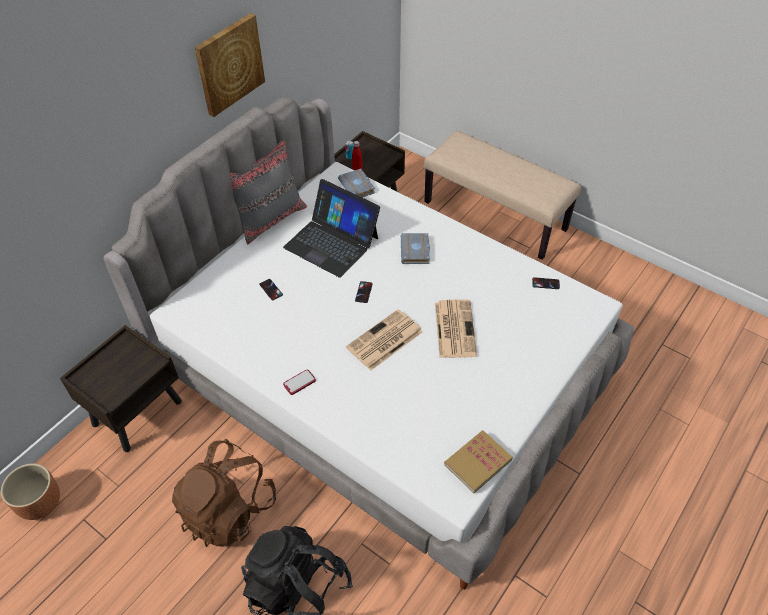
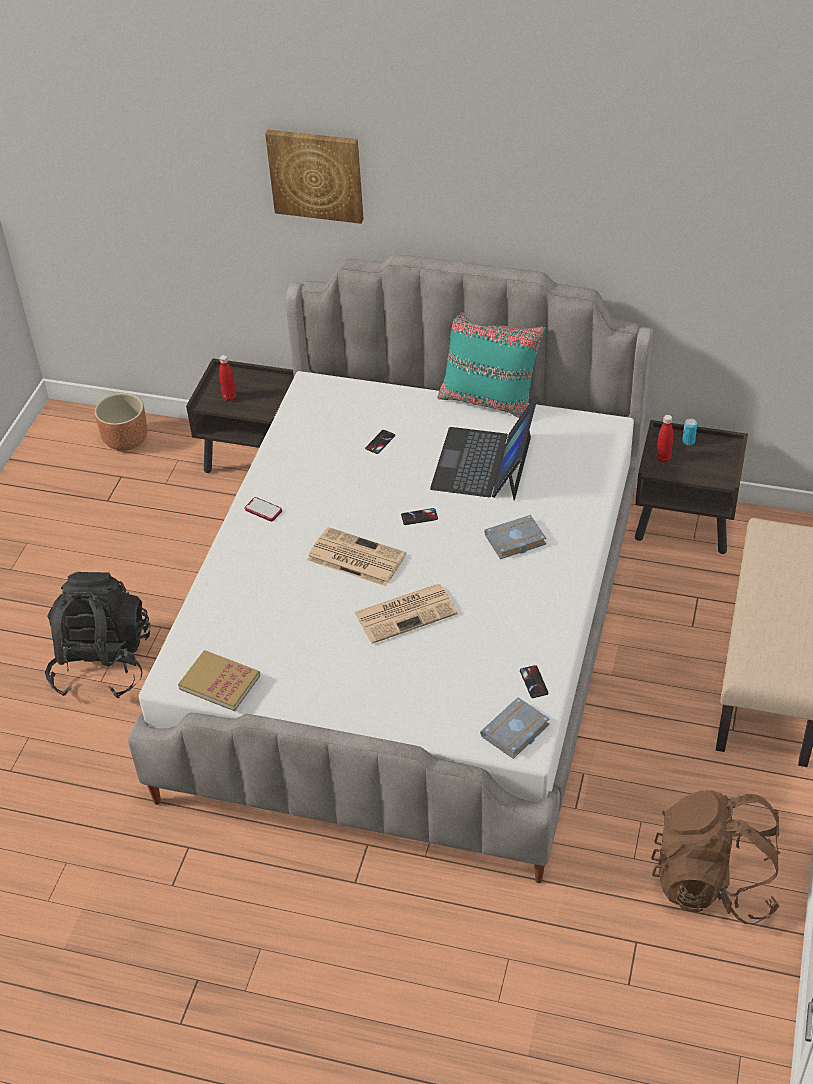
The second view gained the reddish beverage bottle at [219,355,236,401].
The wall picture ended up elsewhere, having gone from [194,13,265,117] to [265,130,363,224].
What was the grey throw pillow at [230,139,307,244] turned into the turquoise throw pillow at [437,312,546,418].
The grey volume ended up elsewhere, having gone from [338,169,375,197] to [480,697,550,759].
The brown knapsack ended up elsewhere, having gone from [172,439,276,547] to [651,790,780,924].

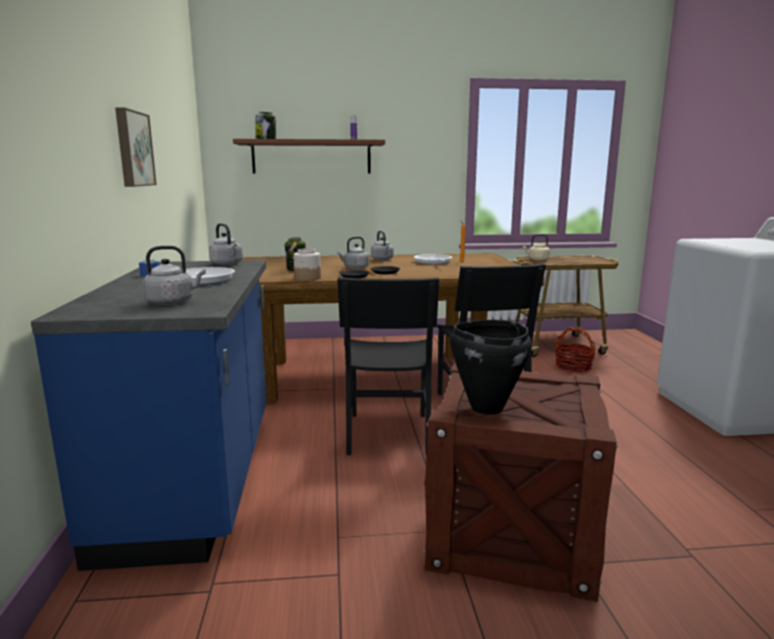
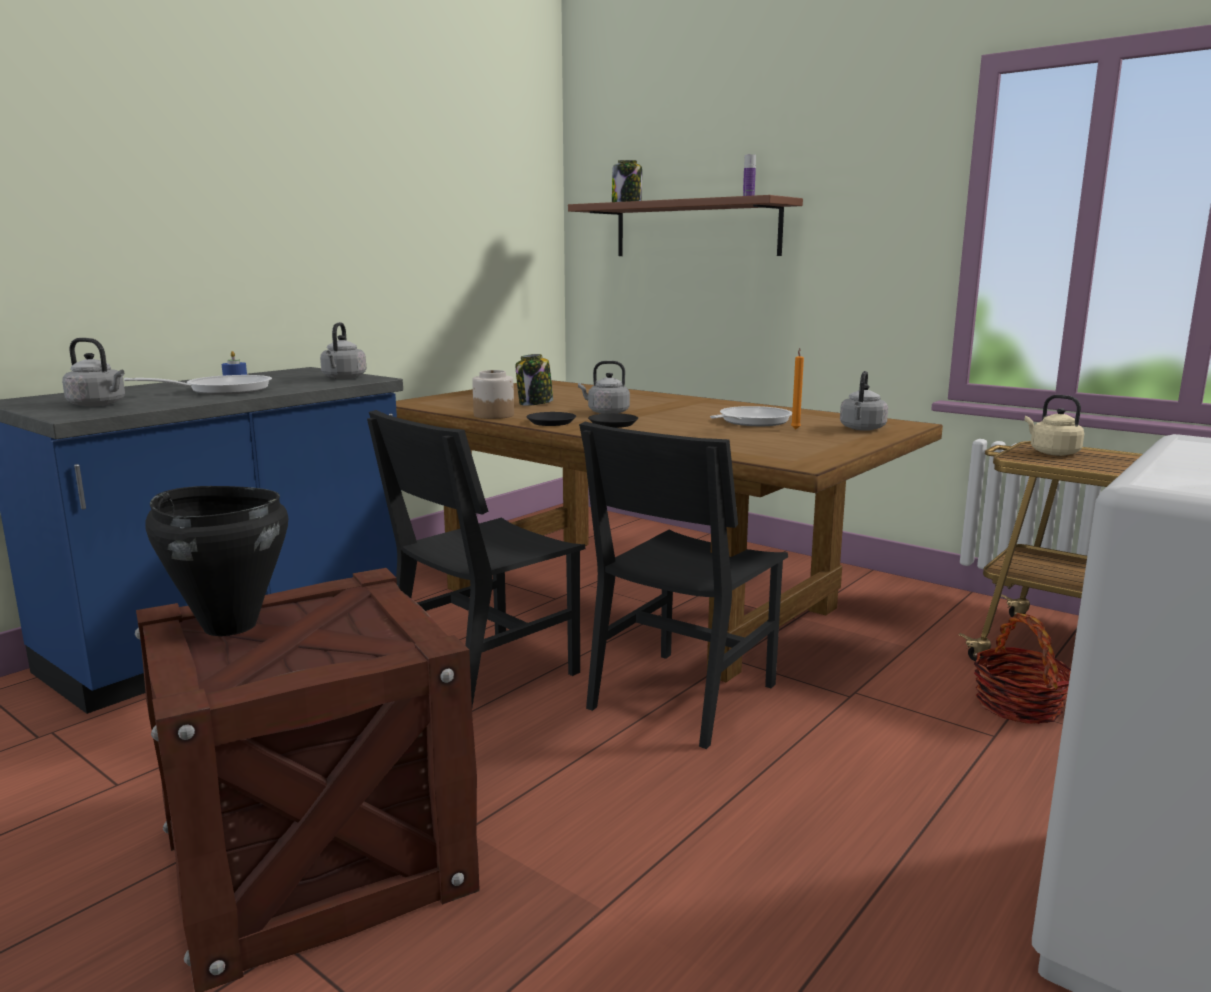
The grey water kettle ended up elsewhere, having gone from [371,231,394,260] to [840,371,888,431].
The second view lost the wall picture at [115,107,157,187].

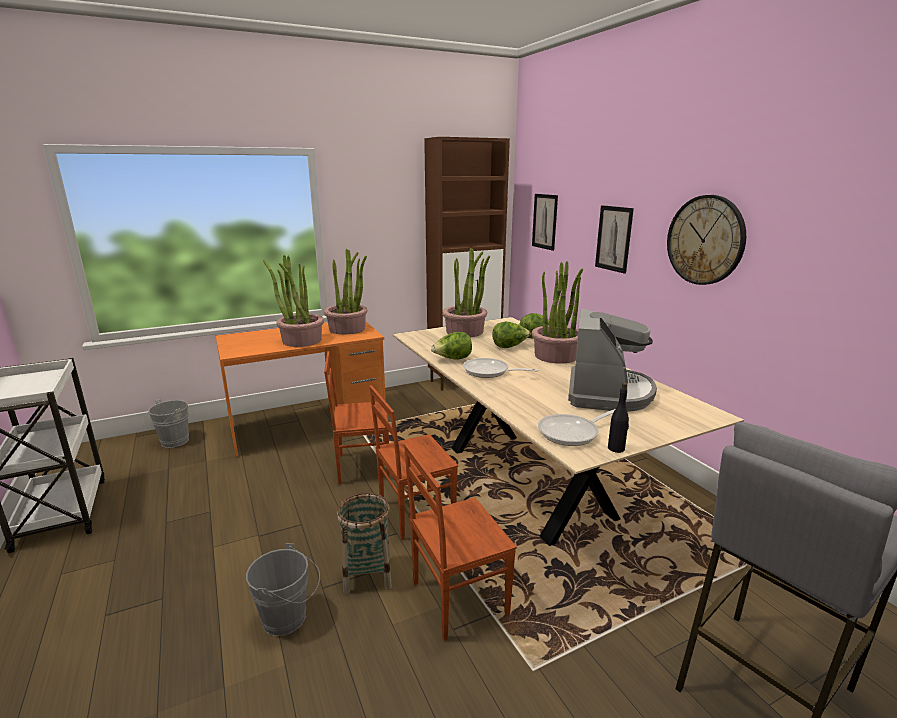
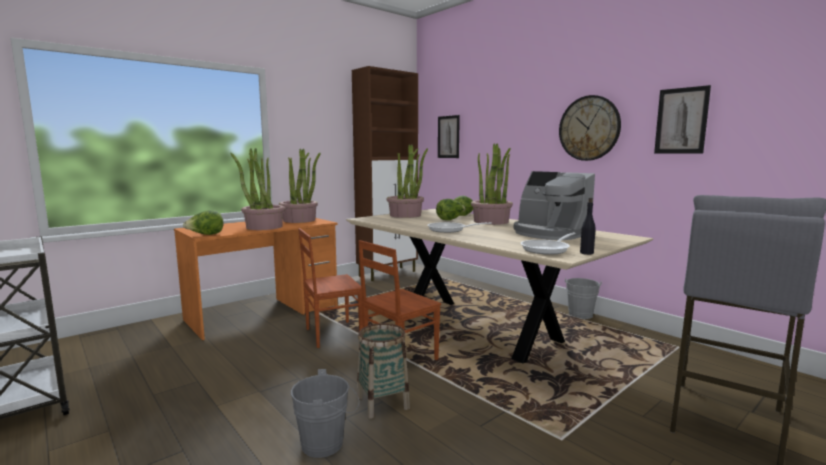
The head of lettuce ended up elsewhere, having gone from [431,332,472,360] to [183,210,224,235].
The coffee maker at [568,308,657,412] ended up facing another way, 135 degrees clockwise from before.
The grey pail ended up elsewhere, having gone from [143,399,189,448] to [565,277,602,319].
The wall picture ended up elsewhere, having gone from [595,205,634,274] to [654,85,711,154].
The second view lost the brown upright chair at [404,443,517,641].

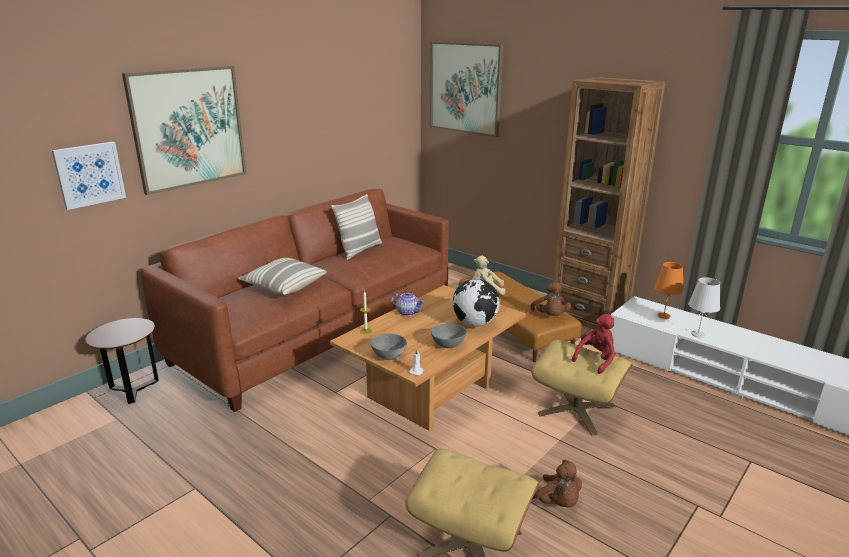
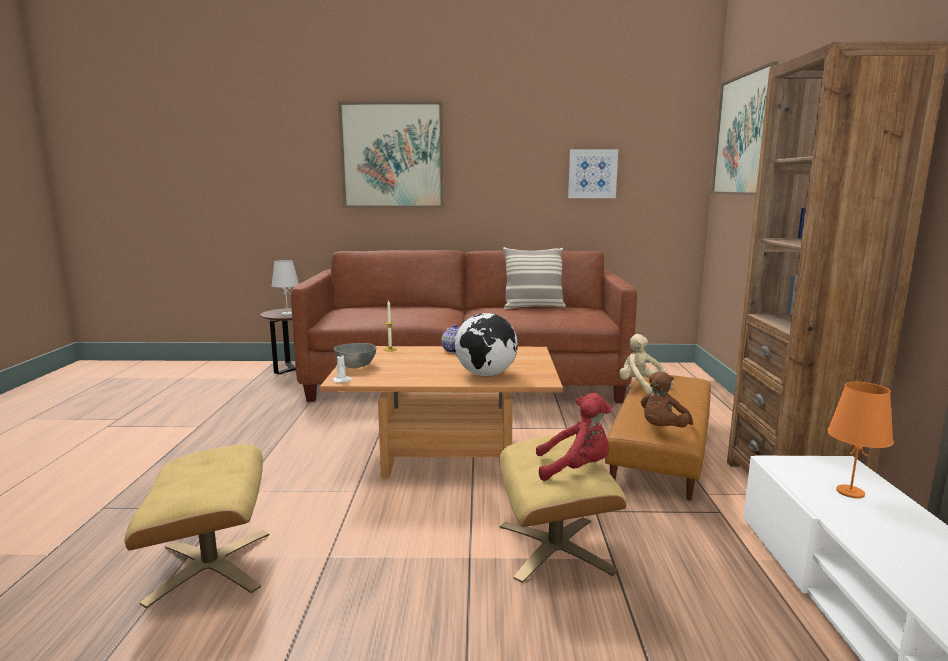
The white tabletop lamp ended up elsewhere, having gone from [688,277,720,338] to [271,260,299,315].
The wall picture ended up elsewhere, having gone from [52,142,126,210] to [568,149,618,198].
The second view lost the throw pillow at [238,258,327,295].
The second view lost the grey serving bowl at [431,323,467,348].
The second view lost the brown soft toy at [533,460,582,507].

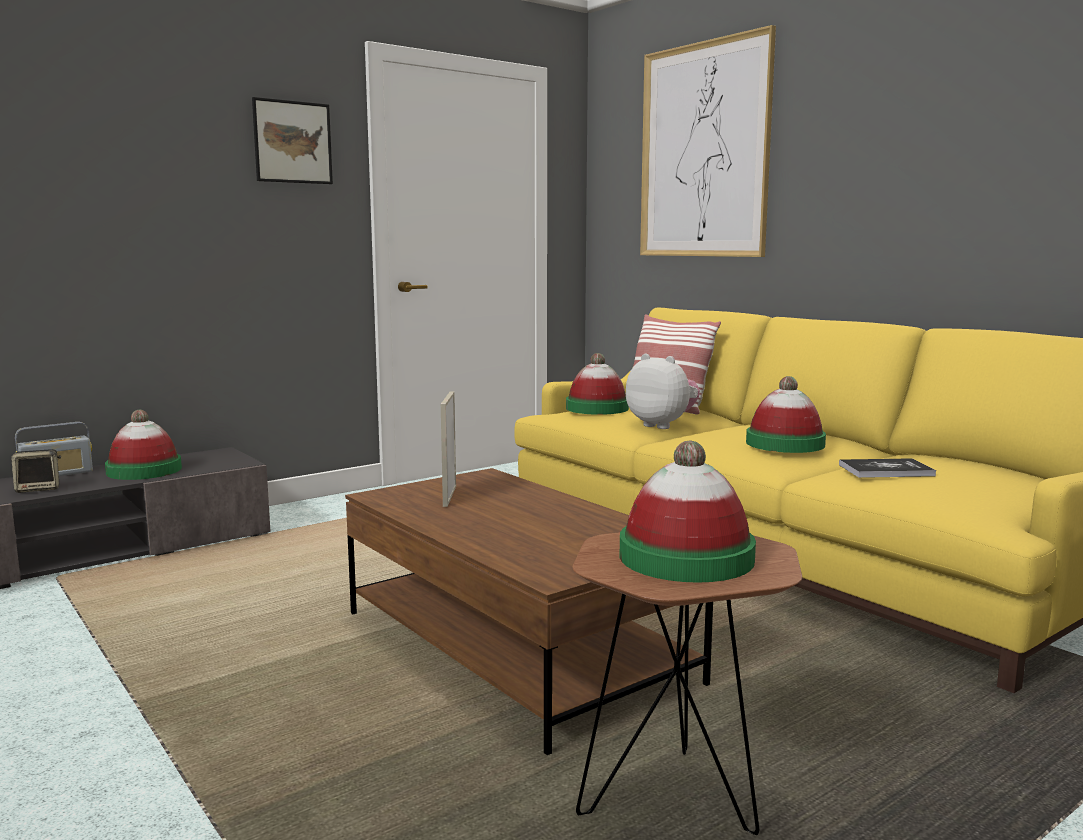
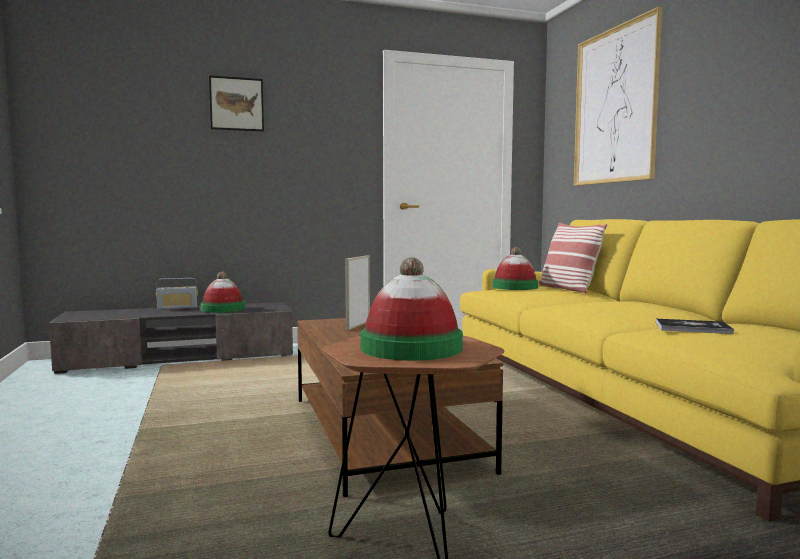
The wall picture ended up elsewhere, having gone from [252,97,333,184] to [209,75,264,131].
The second view lost the audio speaker at [11,449,61,493].
The second view lost the soft toy at [626,354,700,429].
The second view lost the wearable hat at [746,376,826,453].

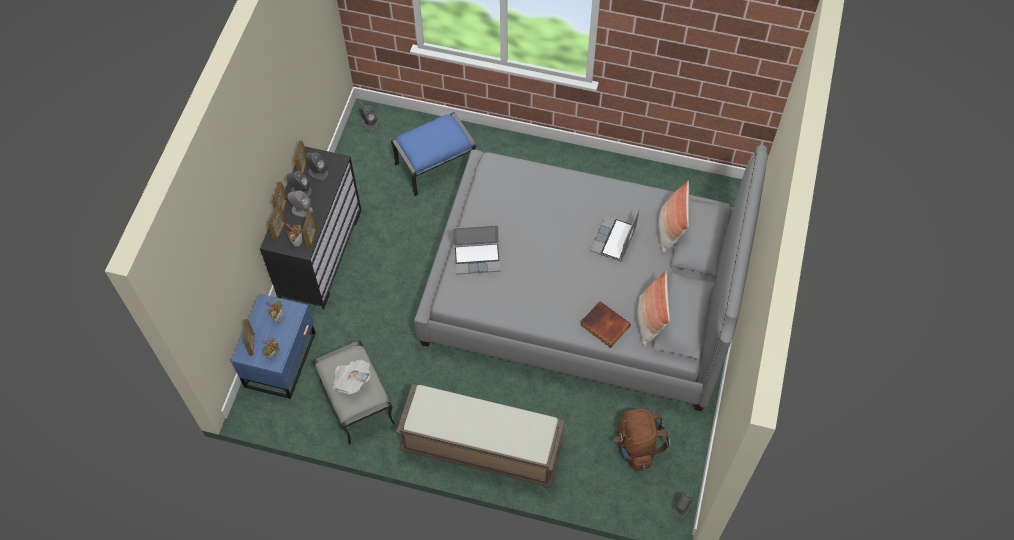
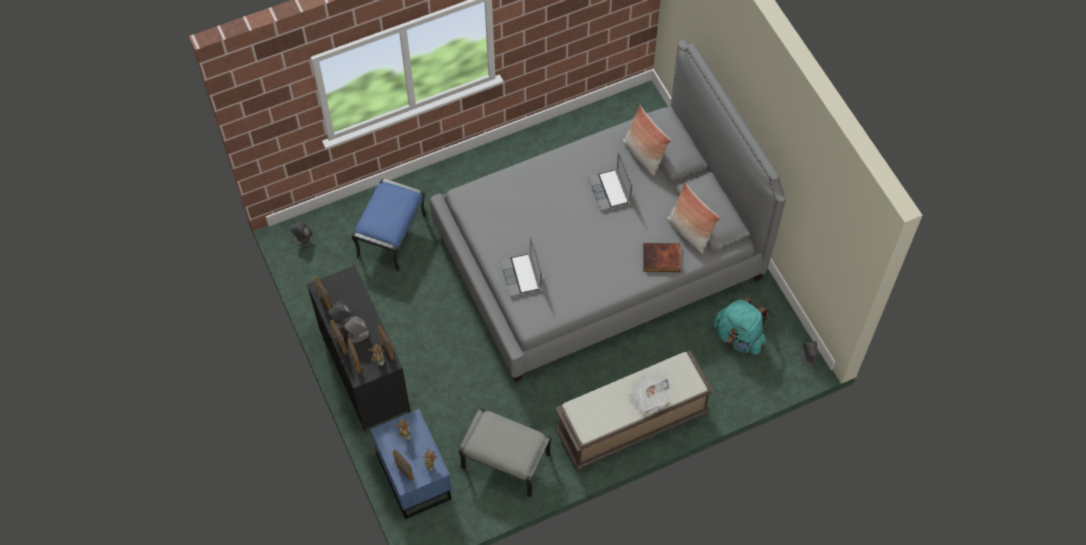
The portable computer at [453,225,501,275] ended up facing another way, 120 degrees clockwise from before.
The daily paper ended up elsewhere, having gone from [333,359,370,394] to [627,373,671,414].
What was the brown knapsack at [614,409,670,471] turned into the turquoise knapsack at [713,297,768,355].
The second view lost the grey audio speaker at [305,153,328,180].

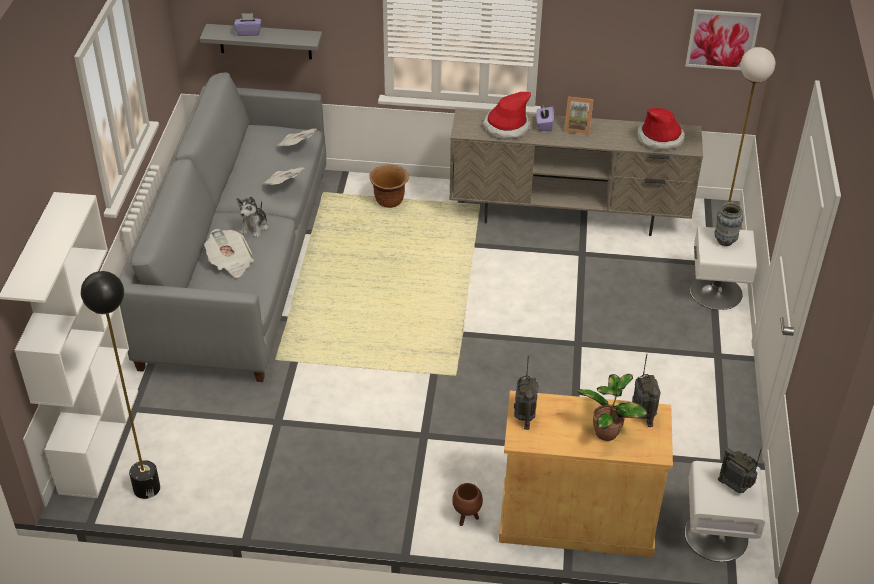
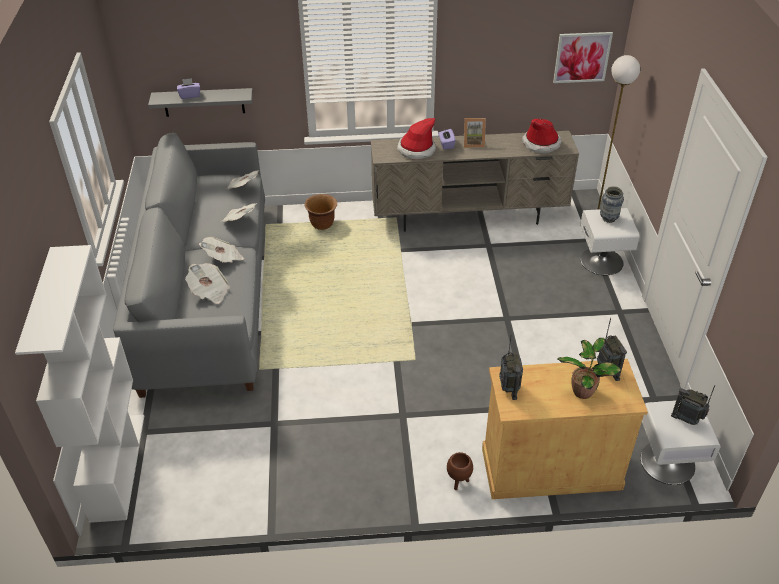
Where the soft toy stood at [236,196,269,238], the daily paper came to stand at [199,237,244,263].
The second view lost the blackish standard lamp at [81,271,160,499].

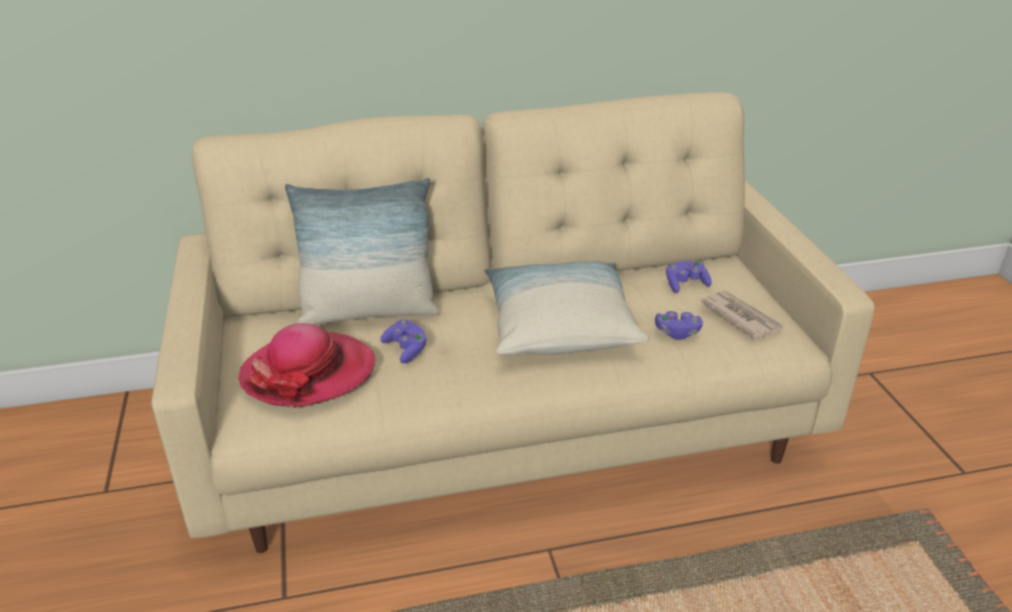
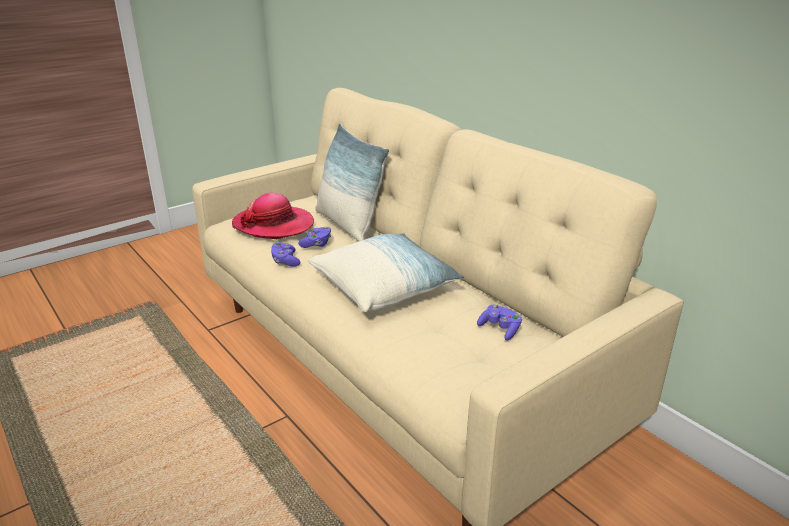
The purple-coloured joypad ended up elsewhere, having gone from [655,311,703,340] to [271,242,300,267].
The second view lost the daily paper at [700,290,784,340].

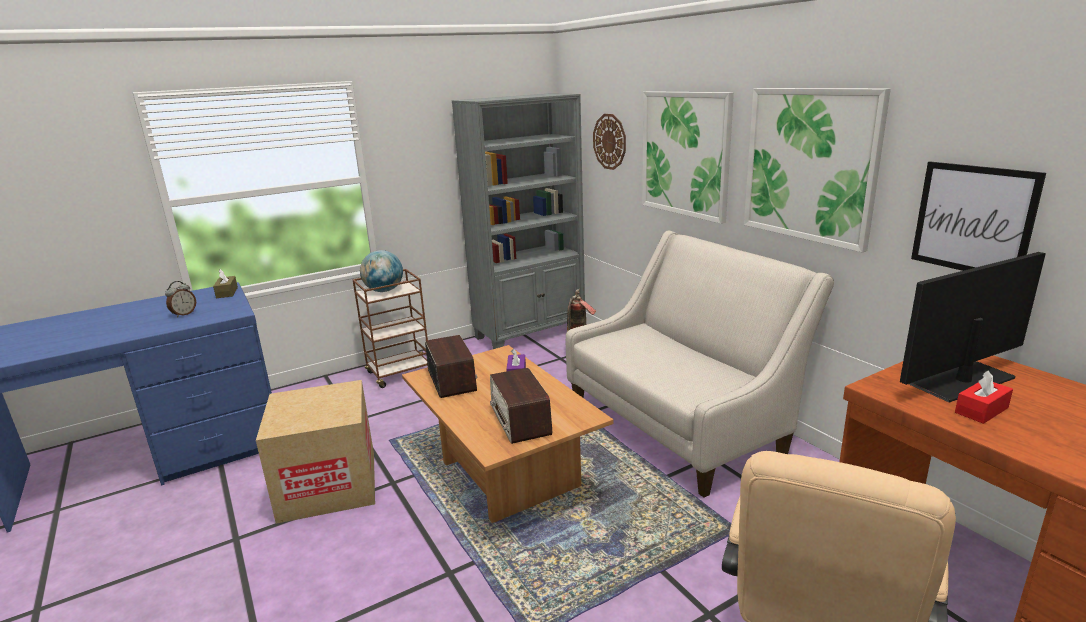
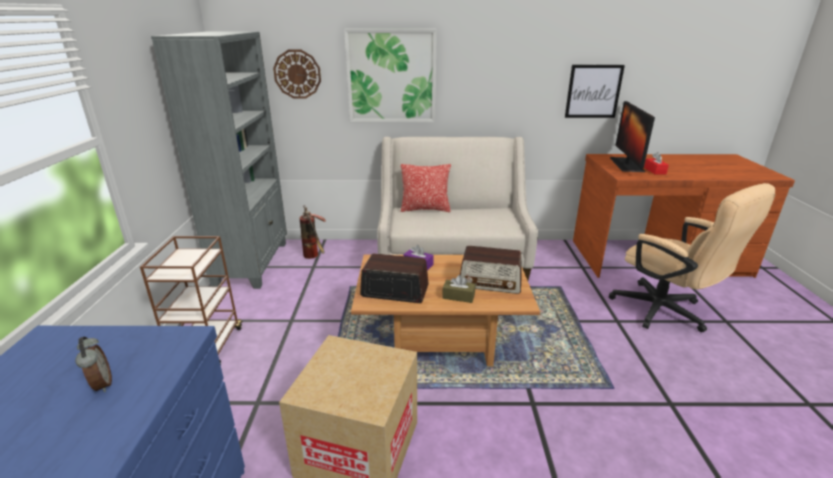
The second view gained the throw pillow at [401,164,451,212].
The brown tissue box ended up elsewhere, having gone from [213,269,238,298] to [442,275,475,303].
The second view lost the globe at [360,250,403,292].
The second view lost the wall picture at [744,88,891,252].

